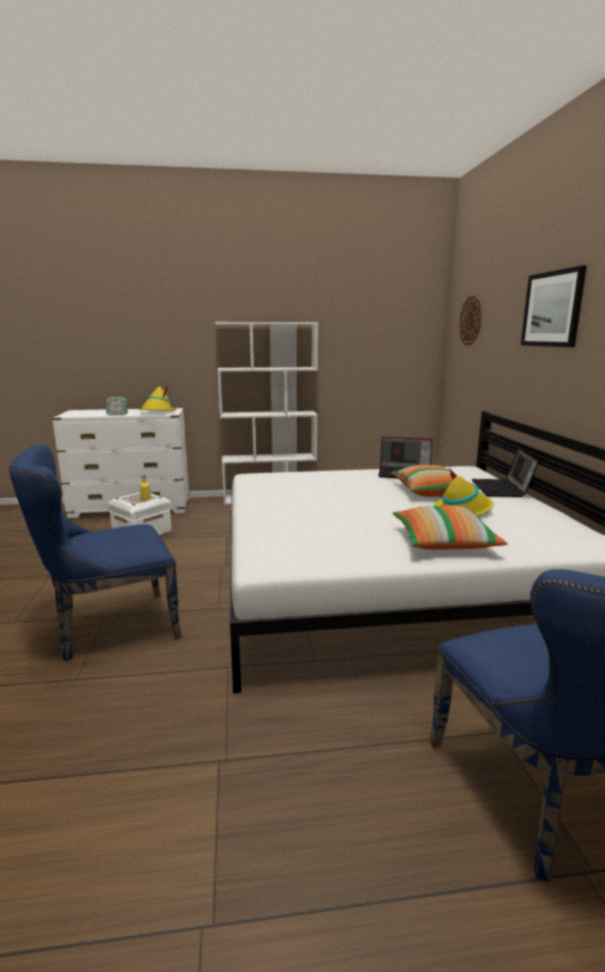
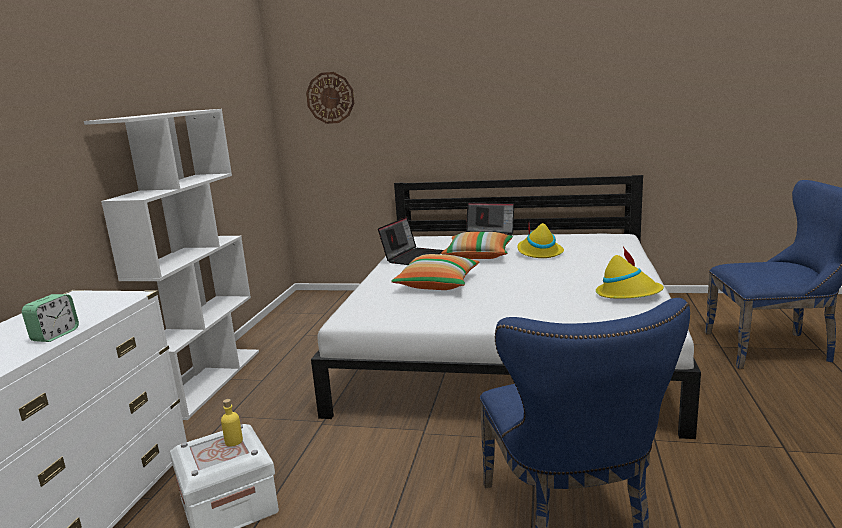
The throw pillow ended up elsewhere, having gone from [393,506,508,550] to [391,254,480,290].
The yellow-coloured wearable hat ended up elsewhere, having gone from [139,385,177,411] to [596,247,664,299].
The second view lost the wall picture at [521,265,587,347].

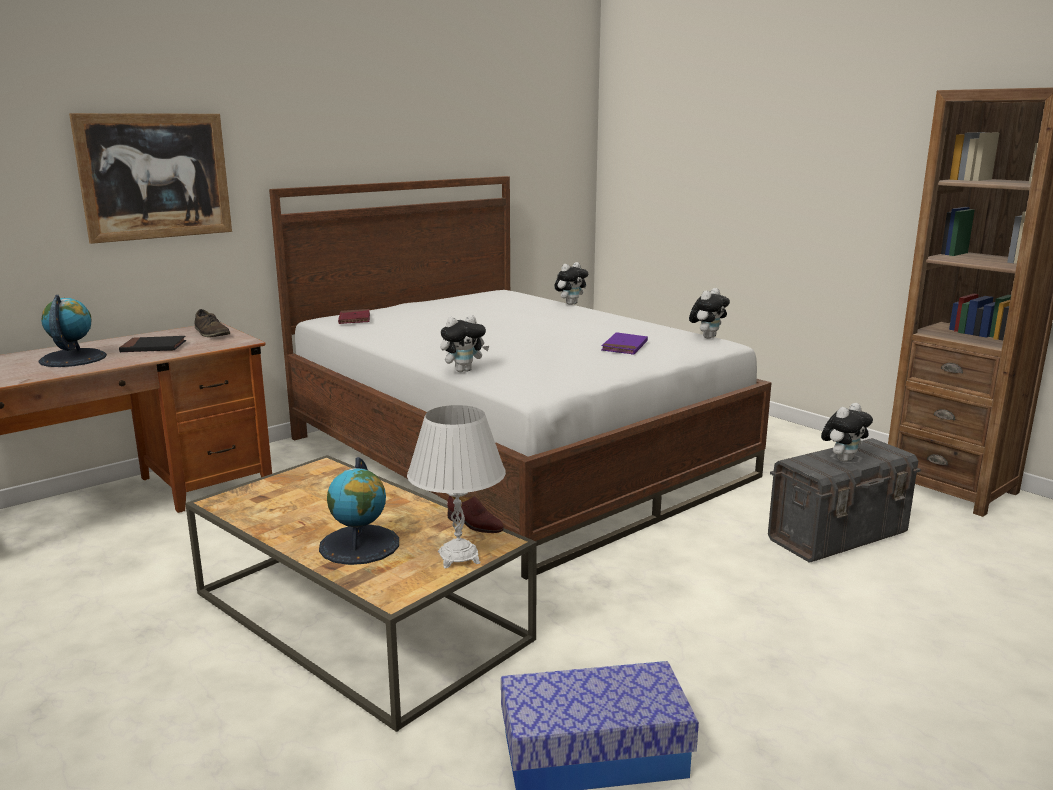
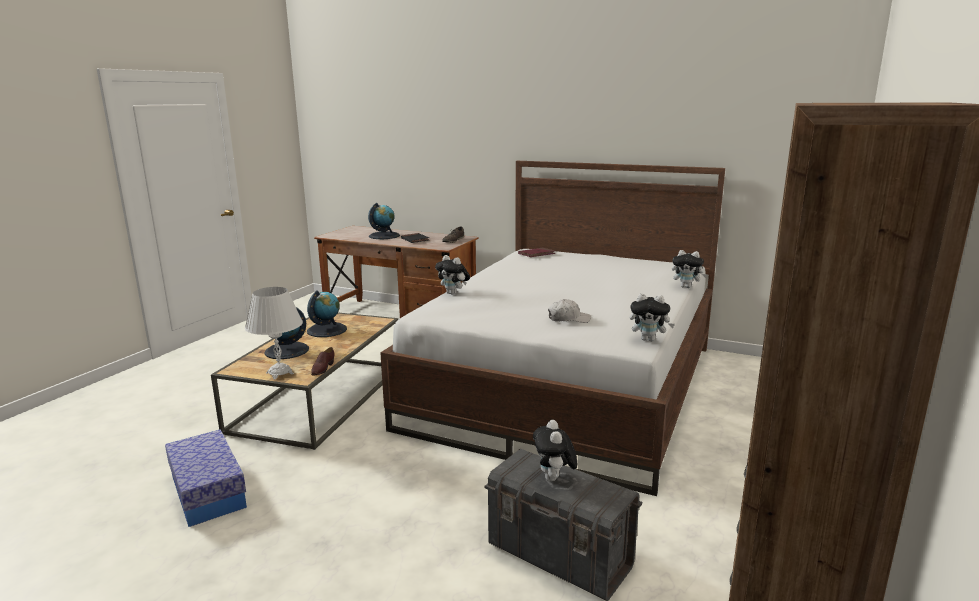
The second view gained the globe at [307,290,347,337].
The soft toy at [821,403,873,462] ended up facing another way, 60 degrees clockwise from before.
Where the purple-coloured volume stood at [601,332,648,355], the white baseball cap came to stand at [548,299,591,323].
The second view lost the wall picture at [69,113,232,244].

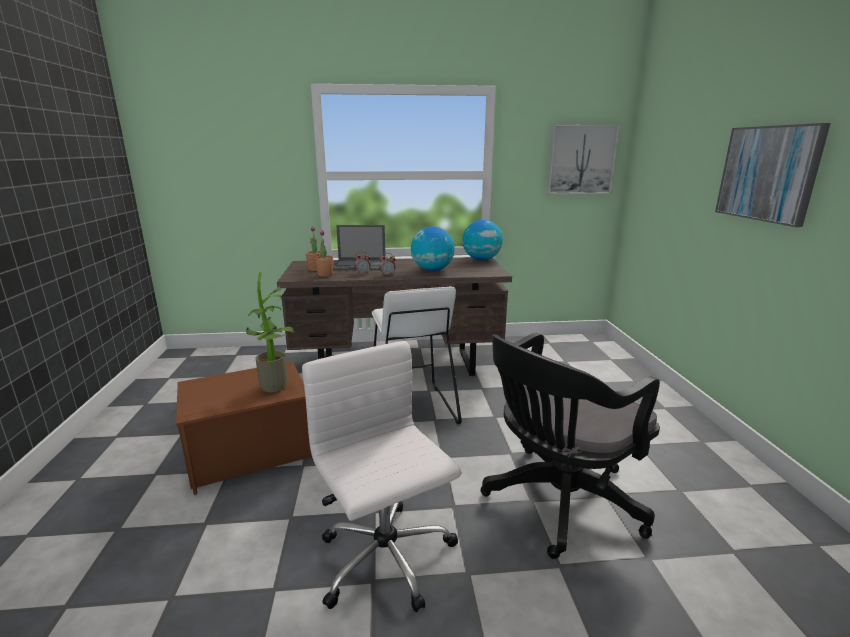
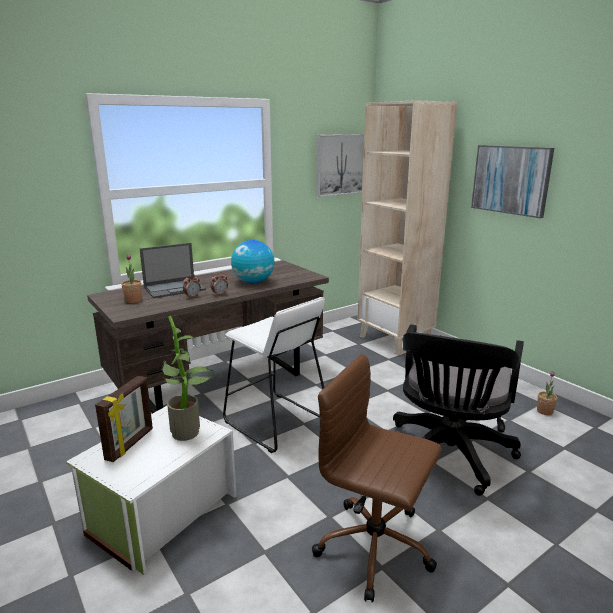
What was the brown storage box at [176,361,314,495] turned into the white storage box at [66,406,237,575].
The second view gained the photo frame at [95,376,153,462].
What was the white computer chair at [302,341,461,612] turned into the brown computer chair at [312,354,442,602].
The second view gained the beige shelving unit at [358,100,457,356].
The houseplant ended up elsewhere, having gone from [315,230,333,277] to [537,371,557,415].
The second view lost the globe at [462,220,503,260].

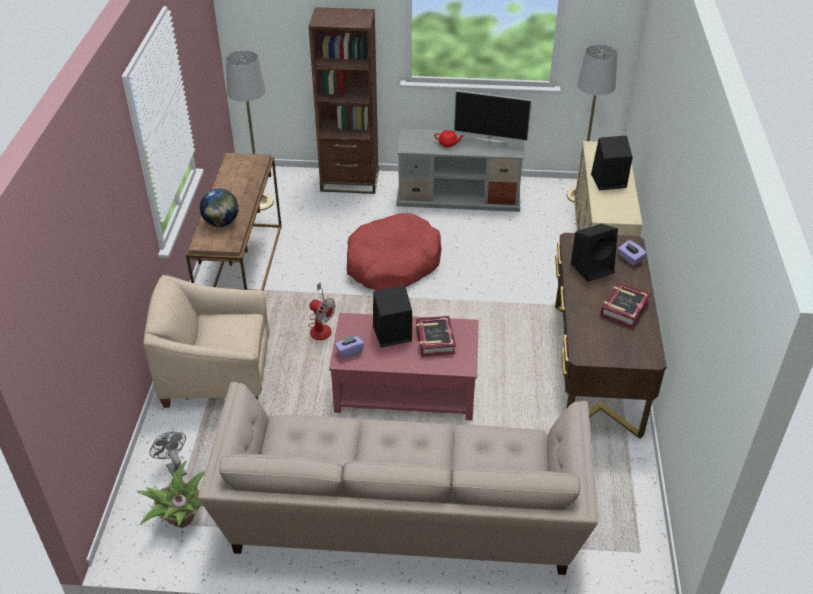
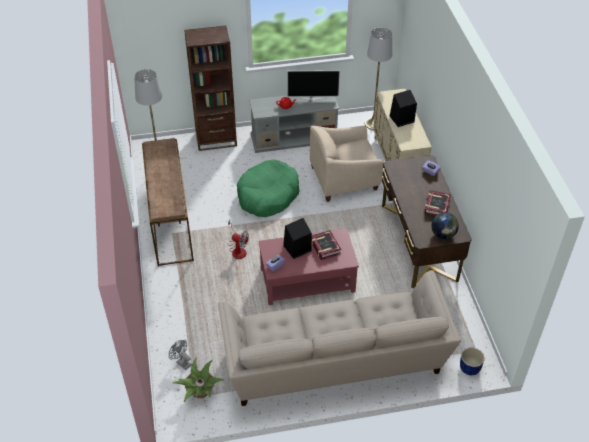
What was the reddish dog cushion at [347,213,442,291] turned into the greenish dog cushion at [237,160,300,217].
The beige easy chair ended up elsewhere, having gone from [143,275,269,408] to [310,125,384,202].
The globe ended up elsewhere, having gone from [200,189,239,227] to [431,213,459,239].
The second view gained the blue-coloured planter at [460,347,485,375].
The second view lost the blackish audio speaker at [571,224,618,282].

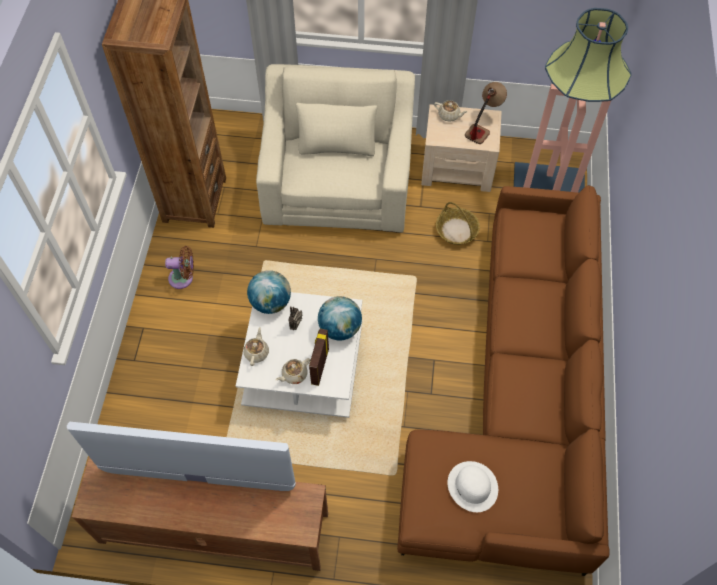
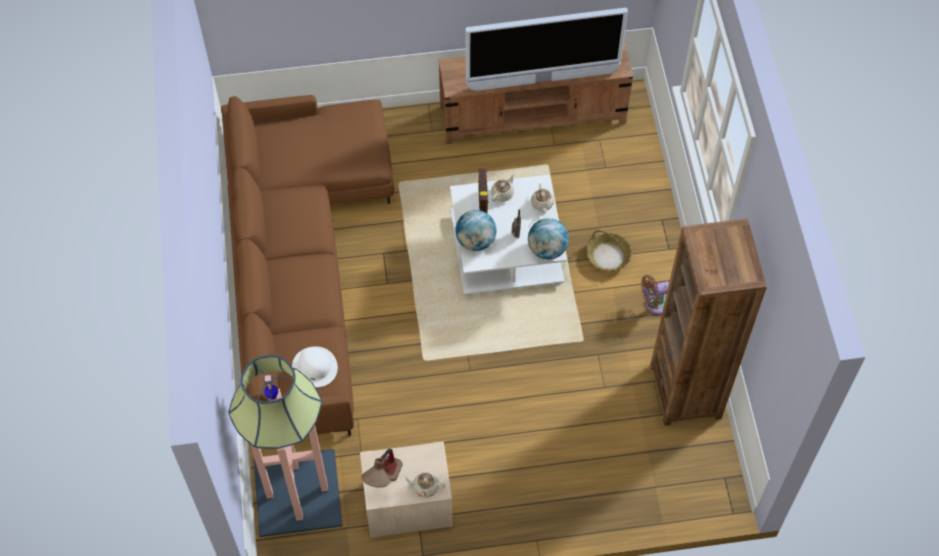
The white wearable hat ended up elsewhere, having gone from [447,461,498,512] to [292,346,338,387].
The storage basket ended up elsewhere, having gone from [436,202,480,245] to [587,230,632,271].
The second view lost the beige easy chair at [256,64,415,232].

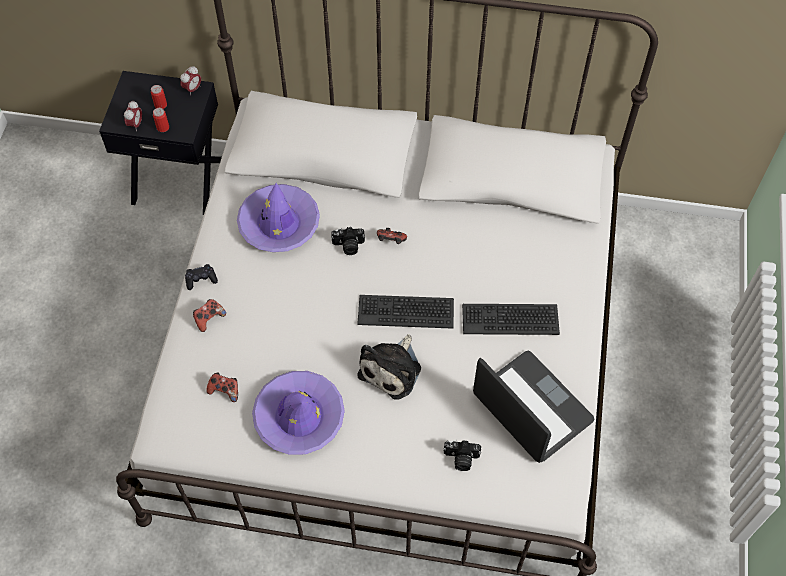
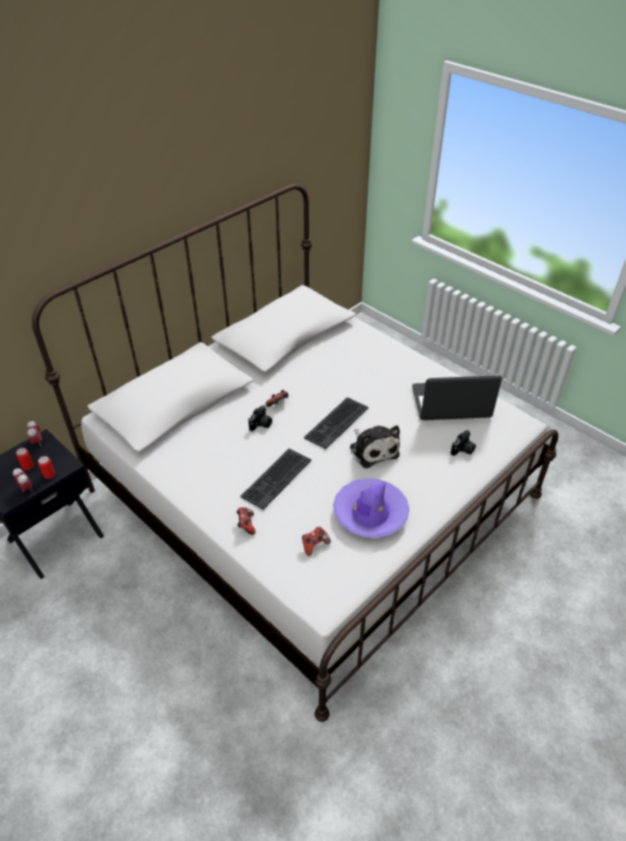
The computer keyboard ended up elsewhere, having gone from [462,304,560,335] to [240,448,311,510].
The second view lost the blackish joypad at [185,264,218,290].
The second view lost the purple-coloured wearable hat at [237,183,320,252].

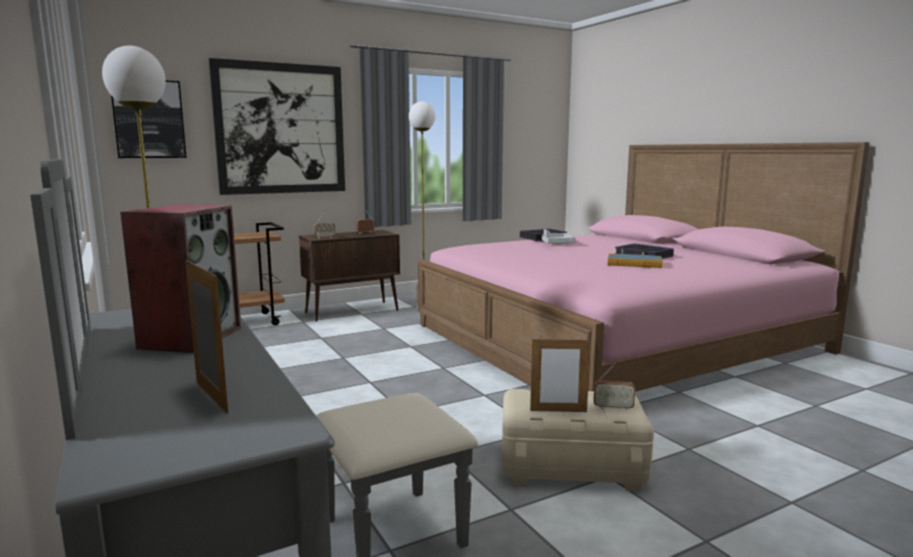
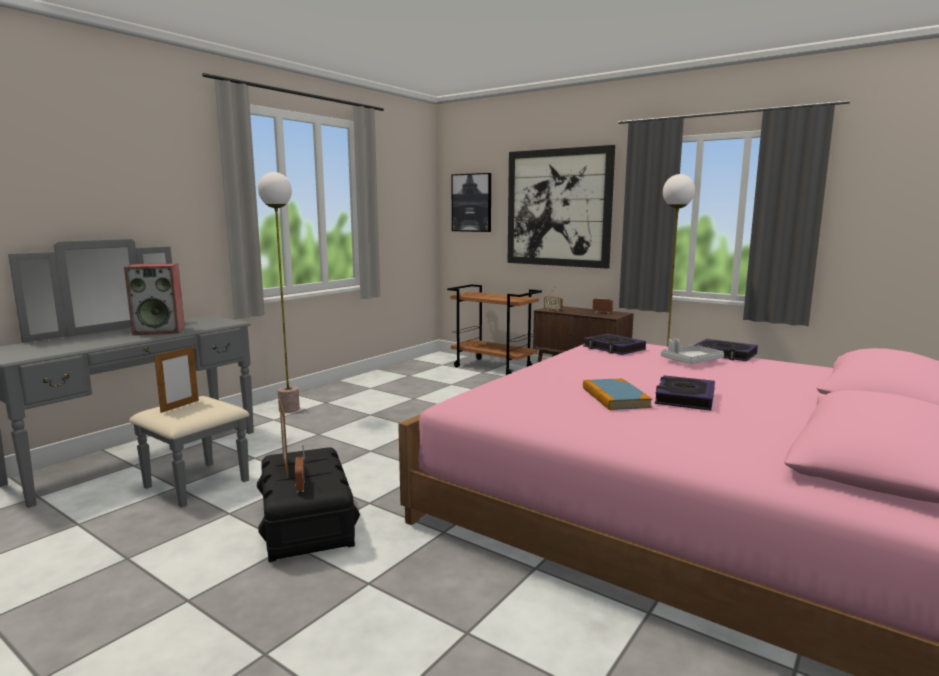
The photo frame ended up elsewhere, having gone from [185,258,228,413] to [154,346,199,413].
What was the beige storage box at [502,389,654,491] turned into the blackish storage box at [257,448,360,562].
The second view gained the volume at [583,333,646,355].

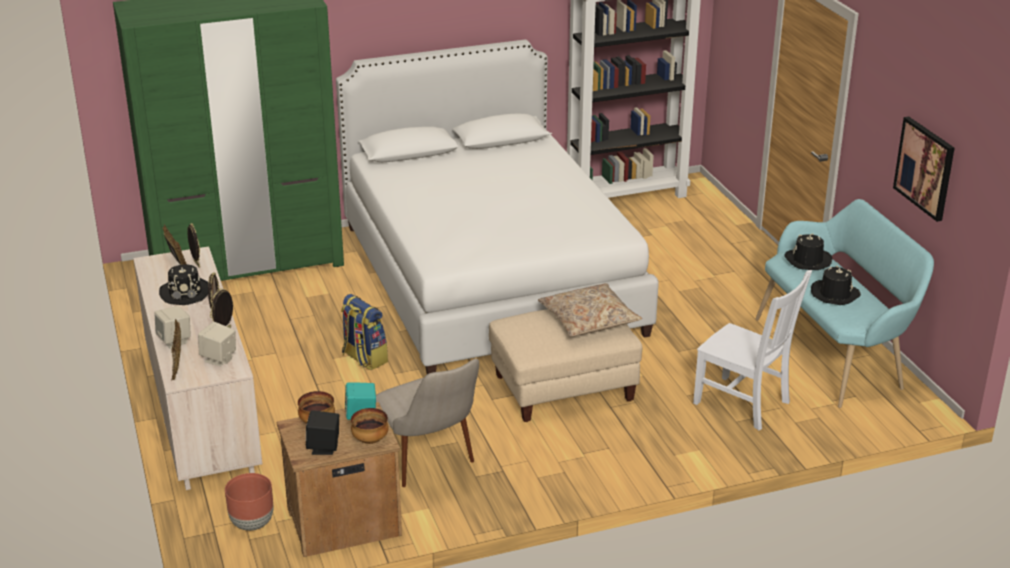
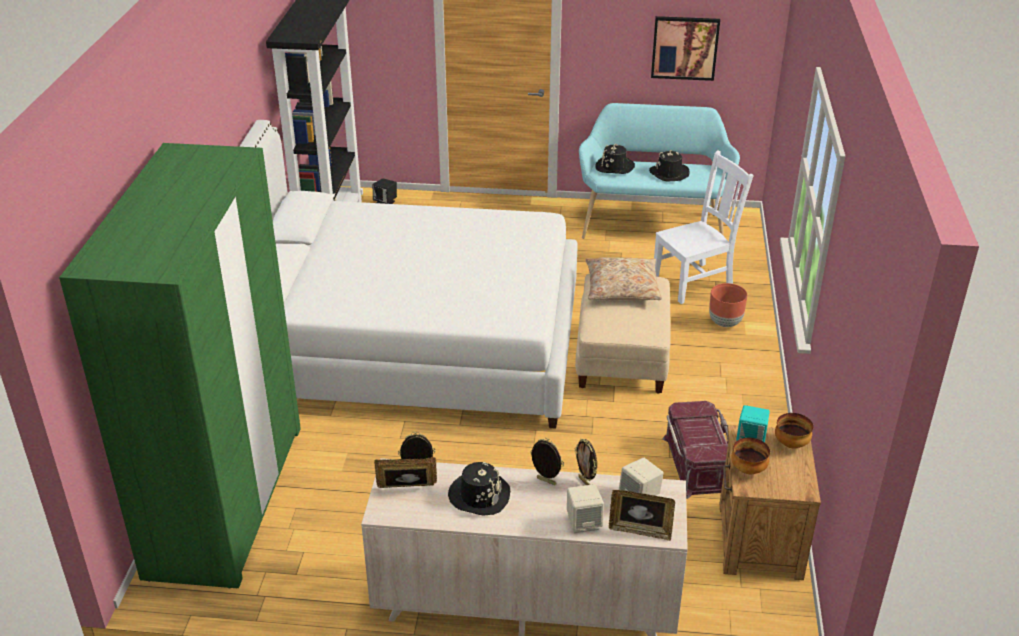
The blackish audio speaker ended up elsewhere, having gone from [306,410,339,455] to [373,178,397,204].
Where the beige upright chair stood at [376,359,479,487], the reddish storage box came to stand at [663,401,728,499].
The brown planter ended up elsewhere, having gone from [225,473,273,531] to [709,283,747,327].
The second view lost the knapsack at [341,294,388,370].

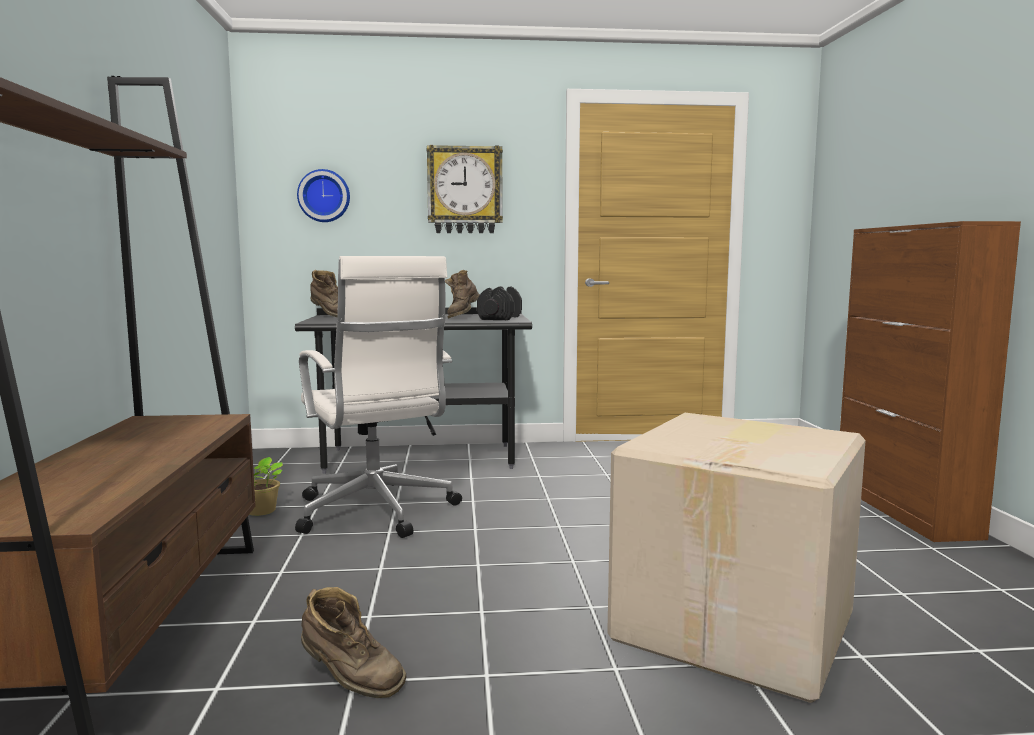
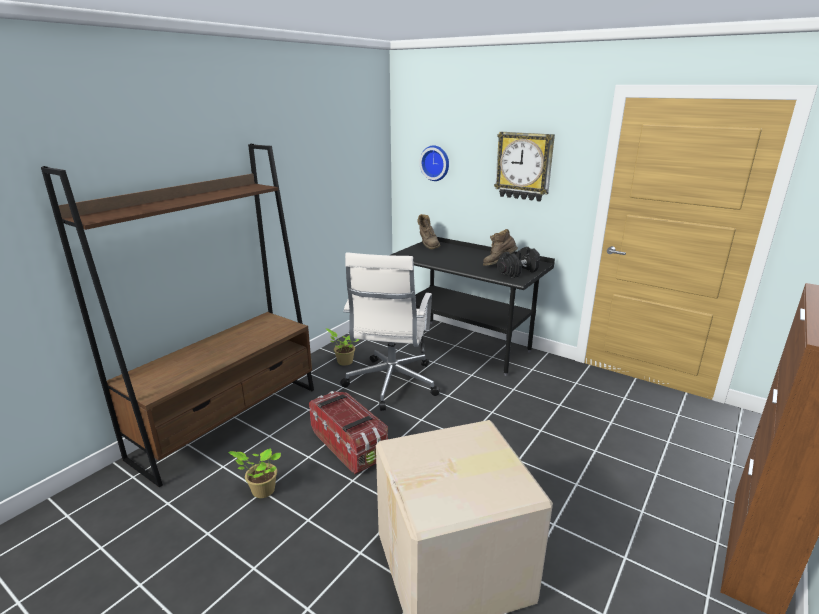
Where the brown high-top boot stood at [301,587,407,698], the houseplant came to stand at [228,448,281,498].
The second view gained the storage box at [309,391,388,475].

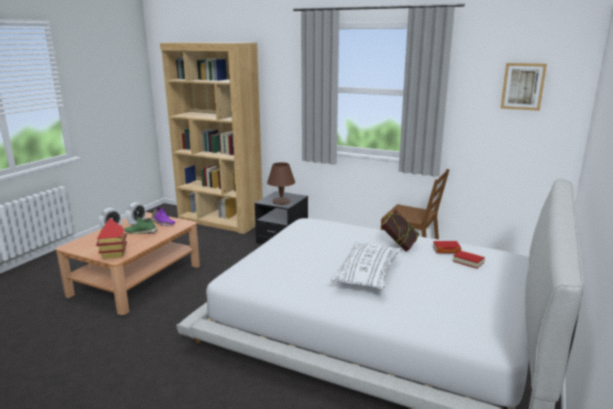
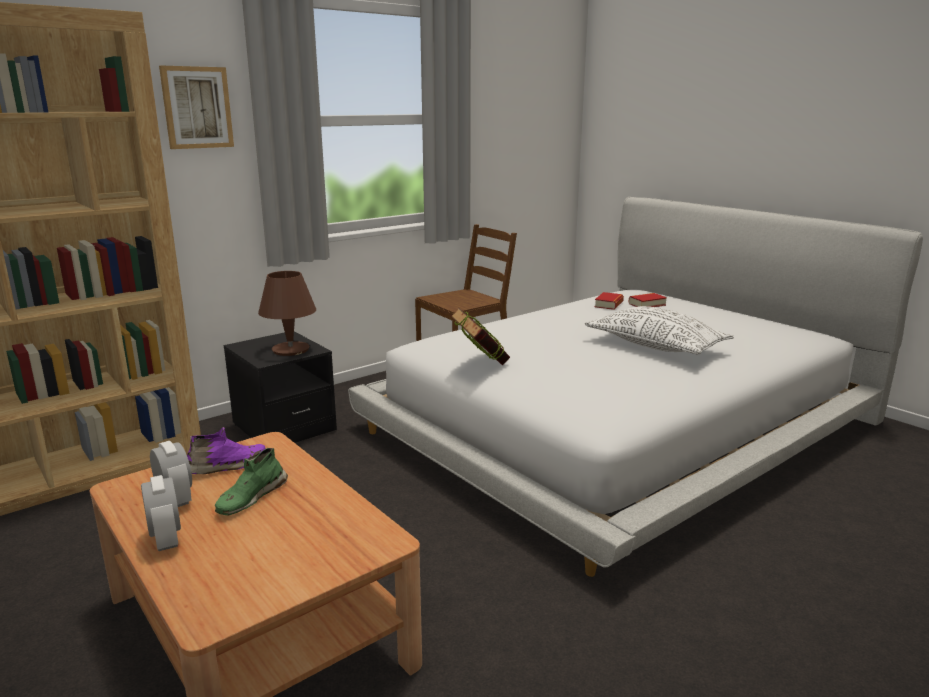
The wall picture ended up elsewhere, having gone from [501,63,547,111] to [159,66,234,149].
The volume ended up elsewhere, having gone from [381,210,419,252] to [450,307,510,365].
The second view lost the model house at [96,218,127,259].

